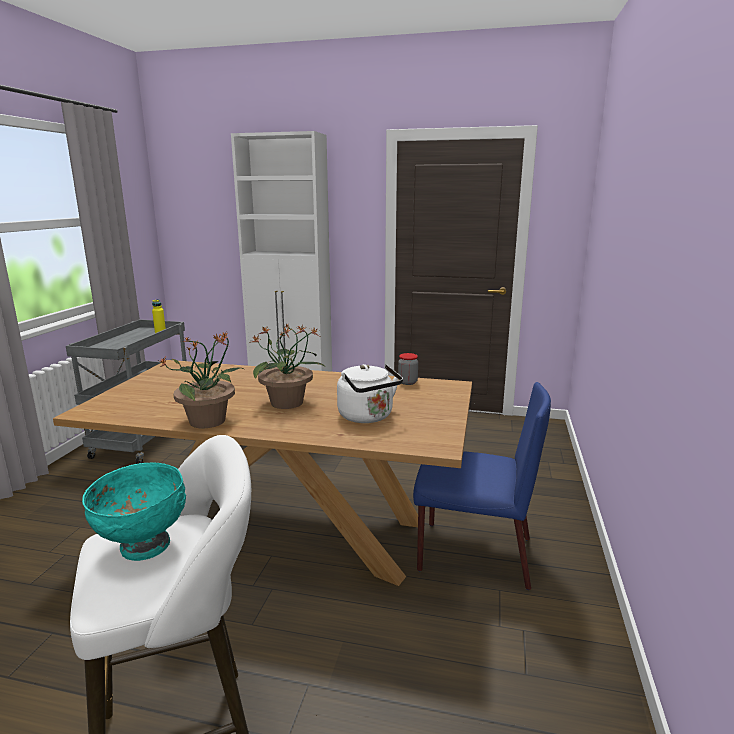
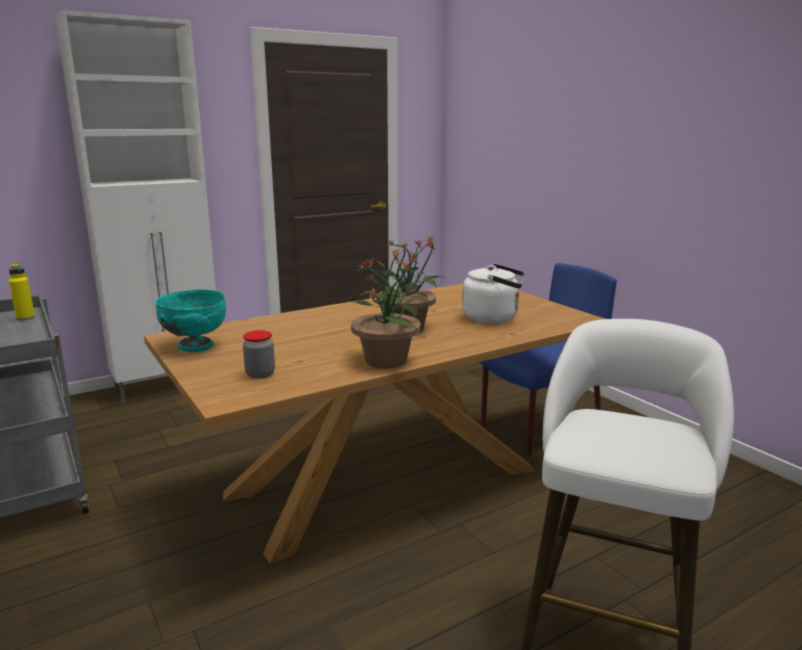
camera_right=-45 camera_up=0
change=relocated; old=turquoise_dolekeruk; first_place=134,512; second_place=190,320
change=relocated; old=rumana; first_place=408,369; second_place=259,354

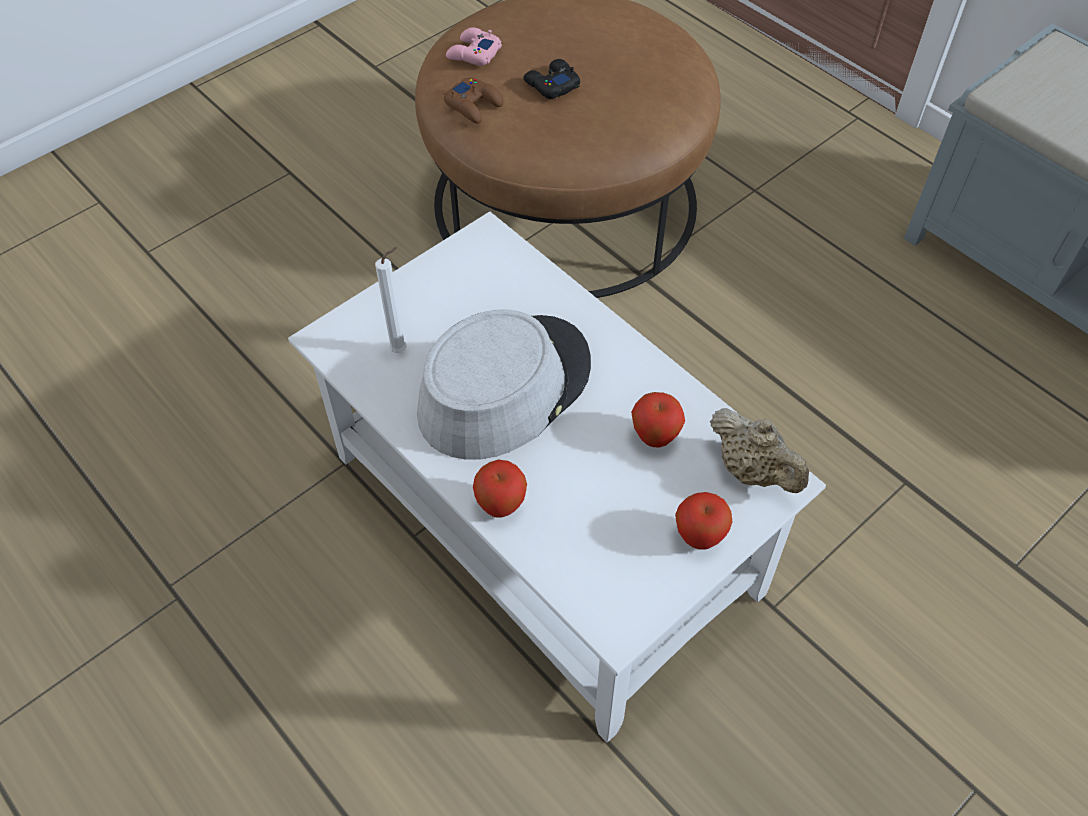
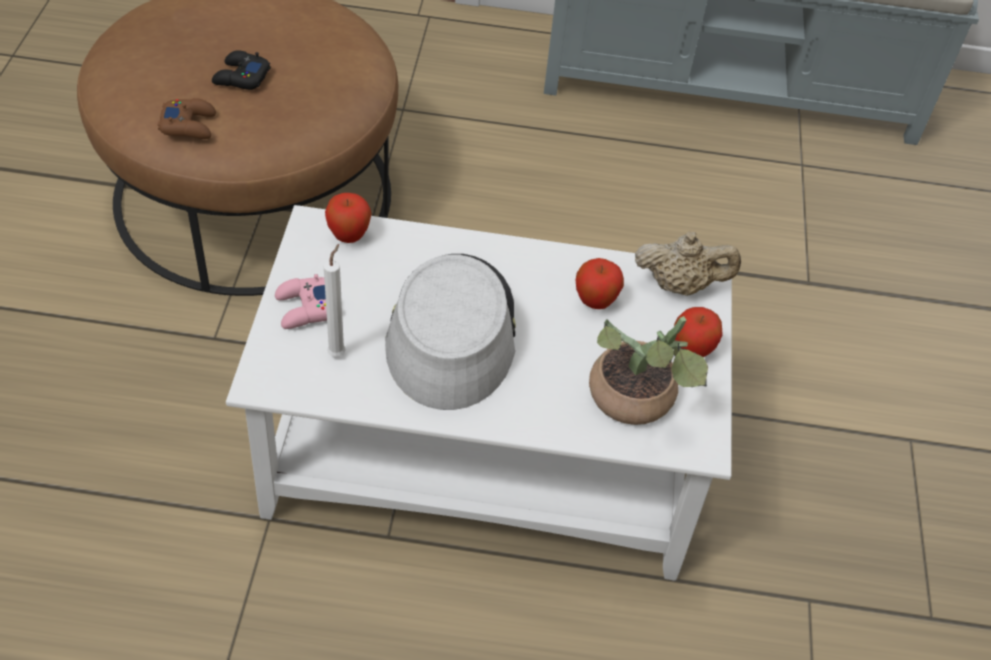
camera_right=-45 camera_up=-5
change=relocated; old=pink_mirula; first_place=474,46; second_place=301,301
change=relocated; old=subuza; first_place=500,488; second_place=348,218
change=appeared; new=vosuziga; second_place=648,370

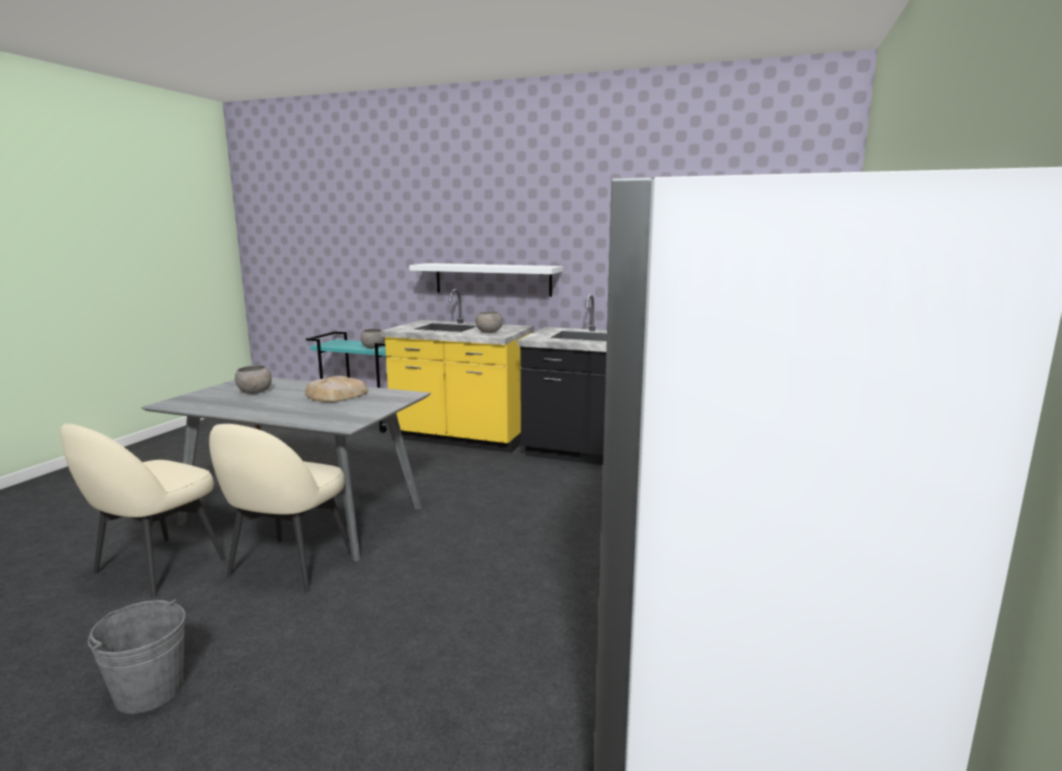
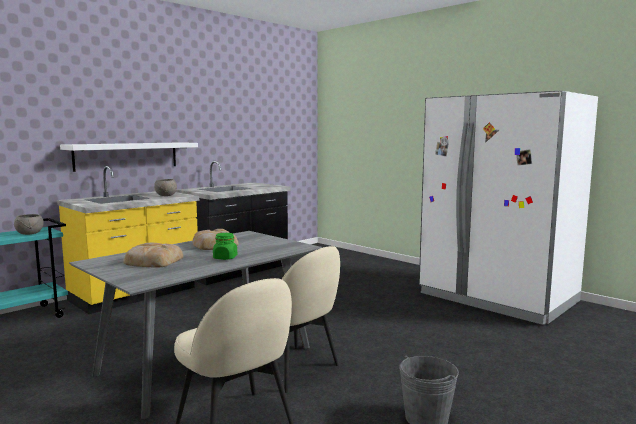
camera_right=-65 camera_up=-5
change=exchanged; old=grey_dolekeruk; new=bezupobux; first_place=253,379; second_place=153,255
change=appeared; new=green_rumana; second_place=225,246

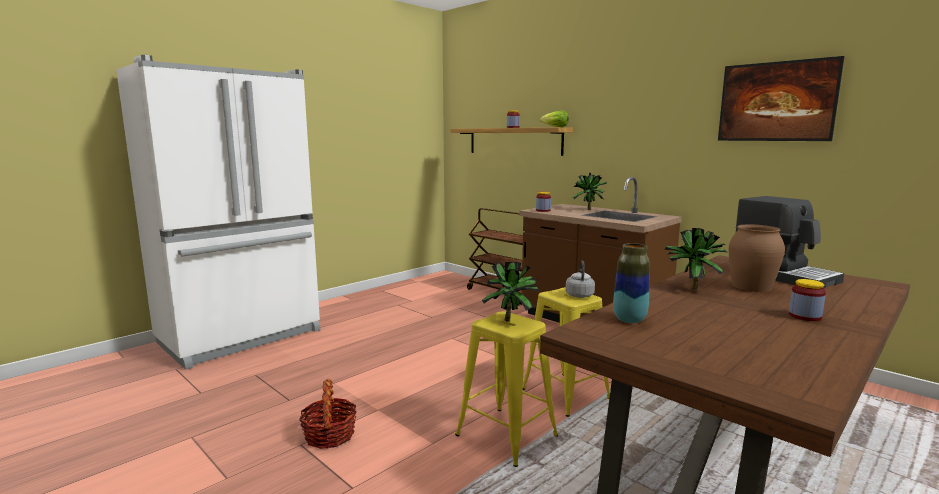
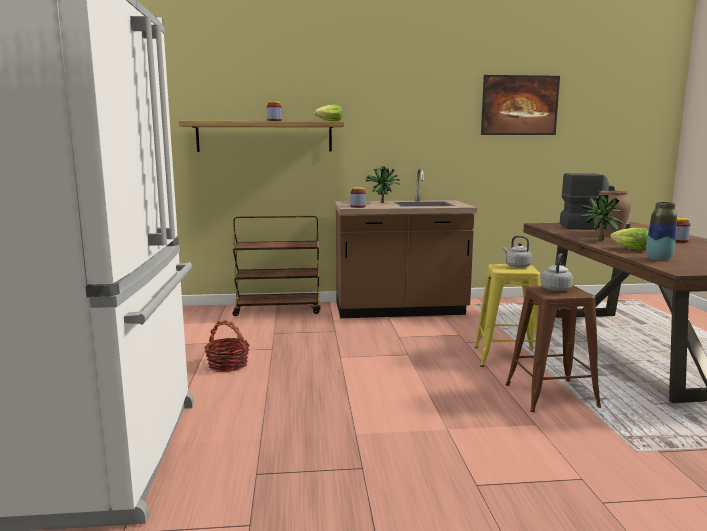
camera_right=-50 camera_up=0
change=relocated; old=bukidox; first_place=328,414; second_place=227,346
change=colour; old=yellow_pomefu; new=brown_pomefu; first_place=506,389; second_place=553,348
change=exchanged; old=vosuziga; new=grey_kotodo; first_place=511,291; second_place=557,272
change=appeared; new=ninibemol; second_place=629,239

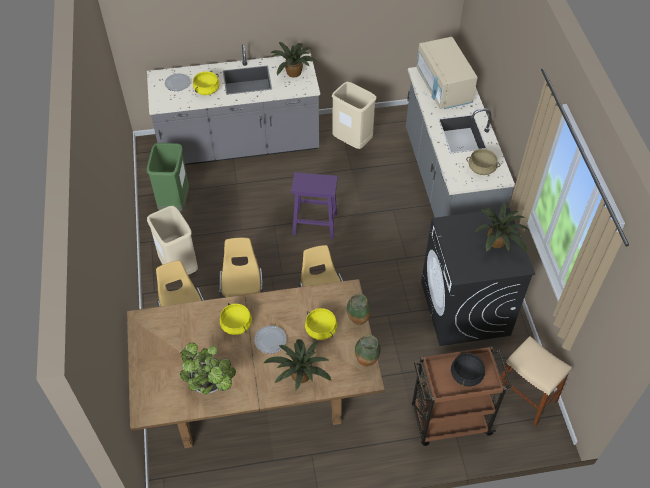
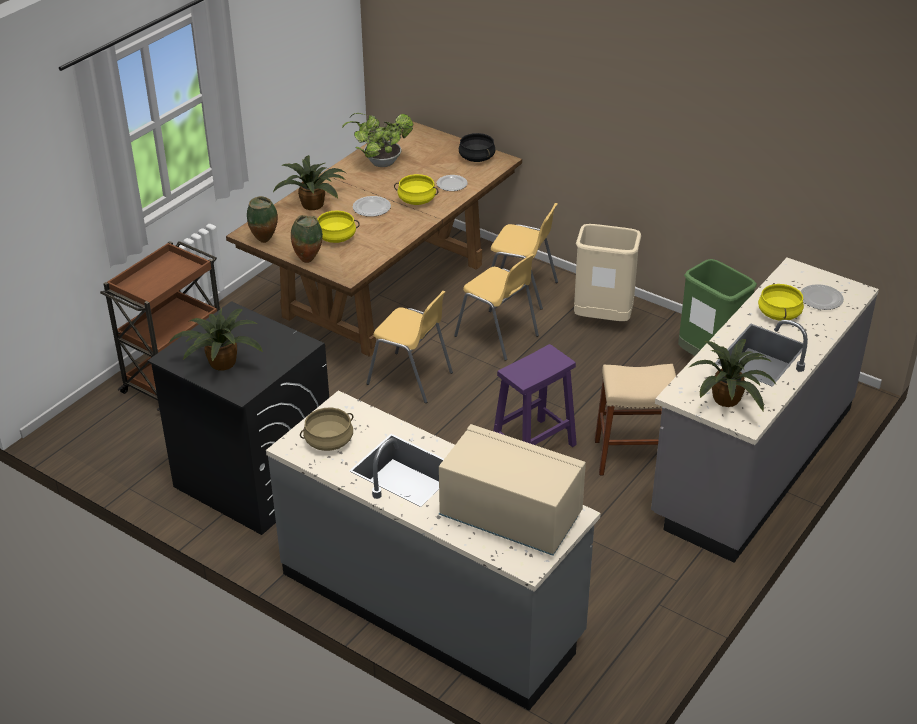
camera_right=135 camera_up=-15
change=missing; old=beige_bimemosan; first_place=354,115
change=relocated; old=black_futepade; first_place=468,369; second_place=477,147
change=relocated; old=beige_pomefu; first_place=536,381; second_place=635,420
change=appeared; new=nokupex; second_place=452,183

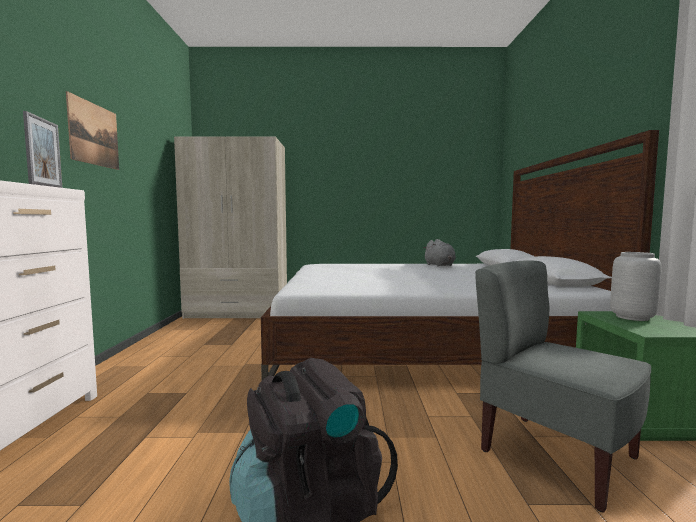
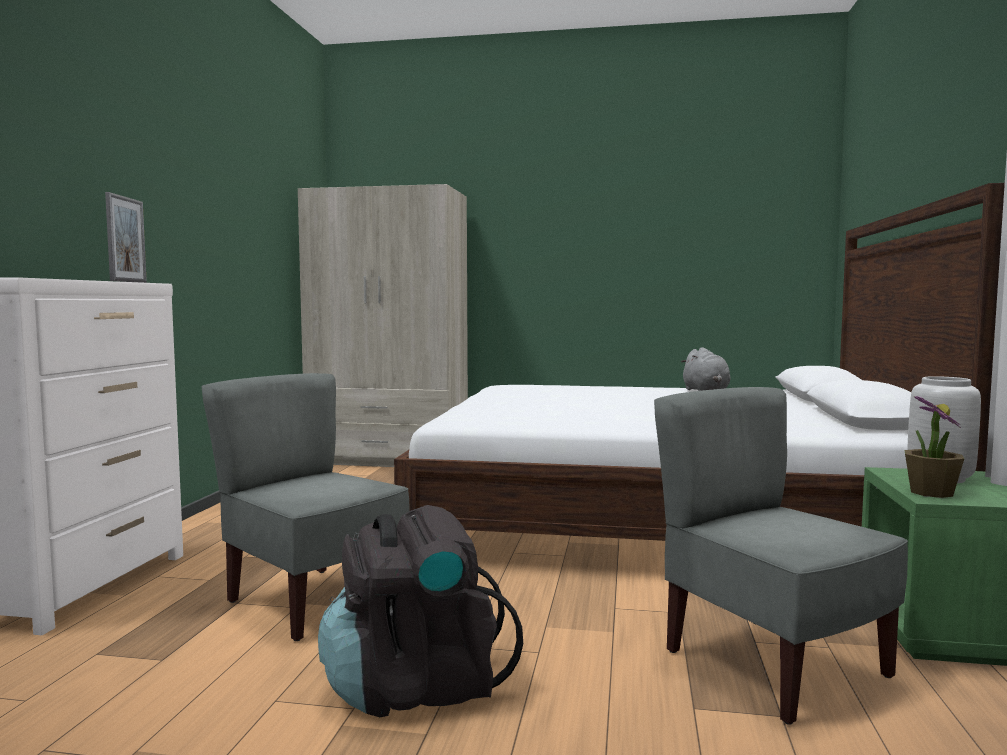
camera_right=10 camera_up=0
change=missing; old=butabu; first_place=92,130
change=appeared; new=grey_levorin; second_place=306,507
change=appeared; new=vosuziga; second_place=934,447

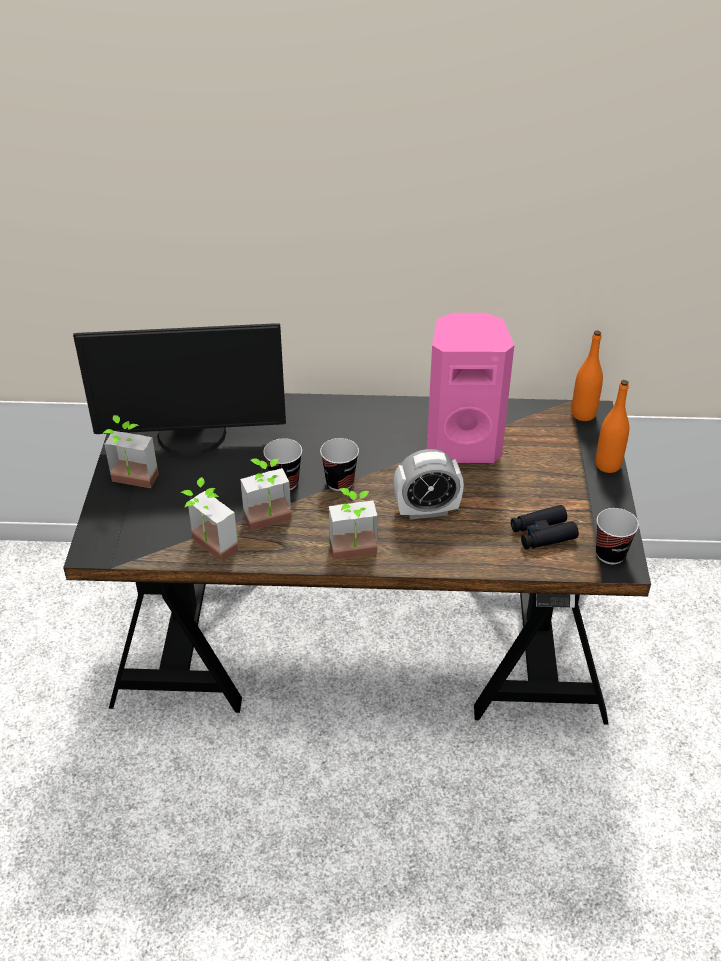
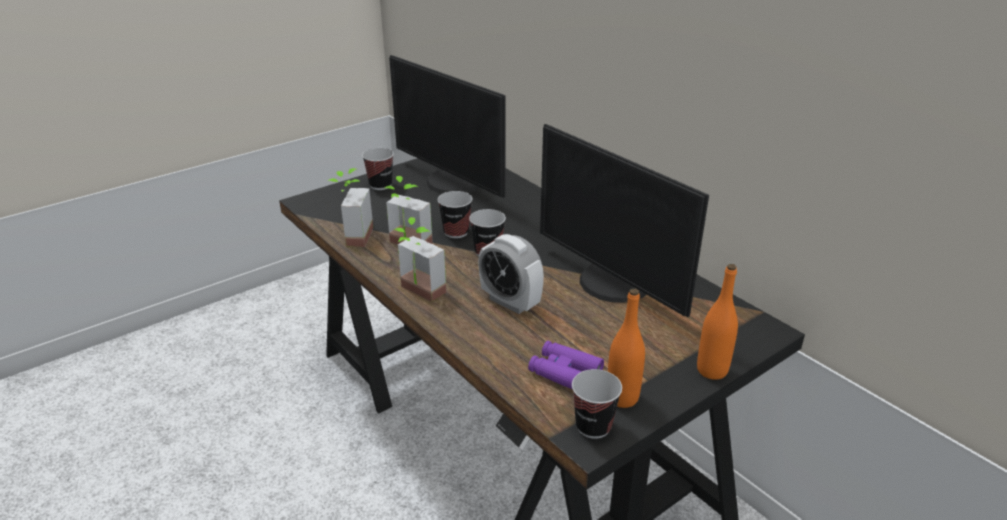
camera_right=50 camera_up=-10
change=exchanged; old=vosuziga; new=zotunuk; first_place=130,451; second_place=378,169
change=exchanged; old=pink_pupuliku; new=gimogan; first_place=470,388; second_place=624,220
change=colour; old=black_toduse; new=purple_toduse; first_place=545,527; second_place=566,365
change=relocated; old=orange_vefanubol; first_place=587,375; second_place=626,348

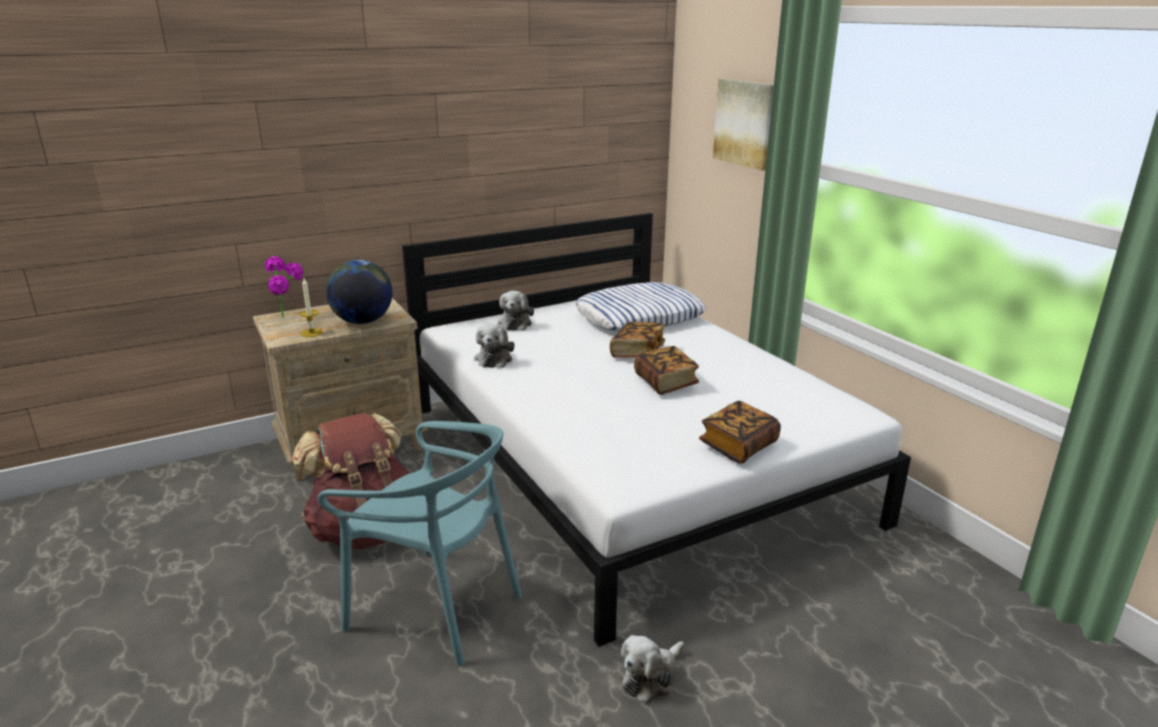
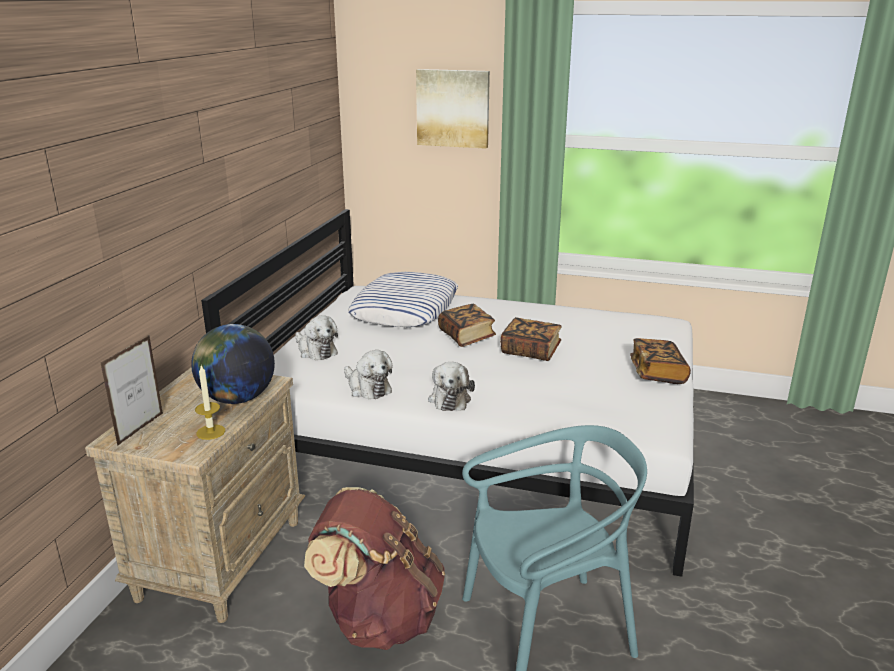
camera_right=-45 camera_up=0
change=exchanged; old=vosuziga; new=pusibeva; first_place=284,286; second_place=132,390
change=relocated; old=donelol; first_place=652,669; second_place=451,386

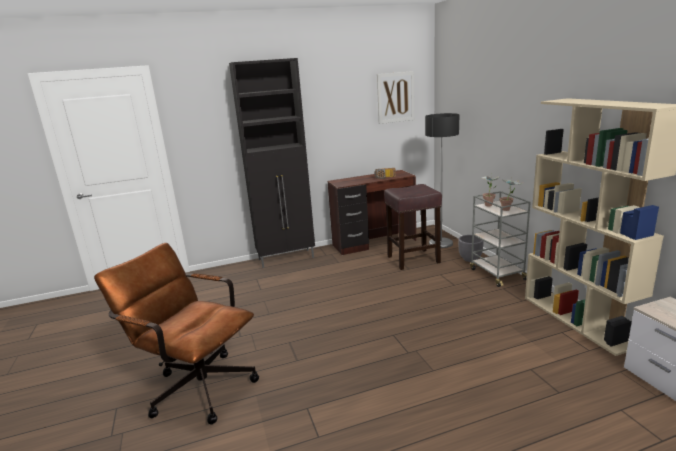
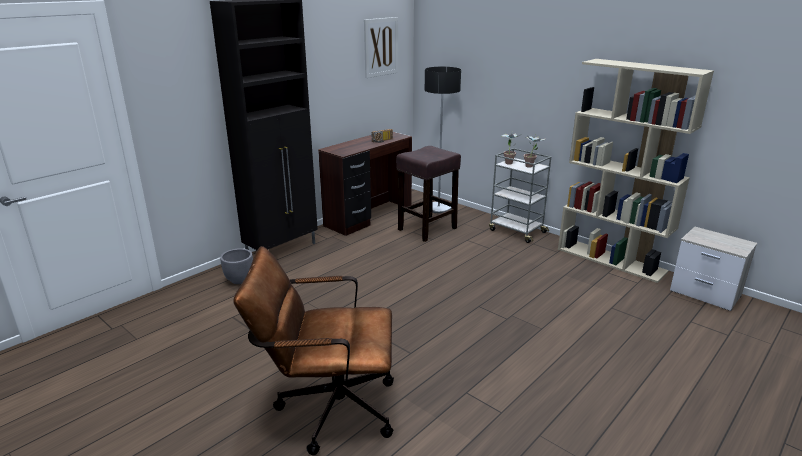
camera_right=-30 camera_up=5
change=relocated; old=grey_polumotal; first_place=471,248; second_place=236,266

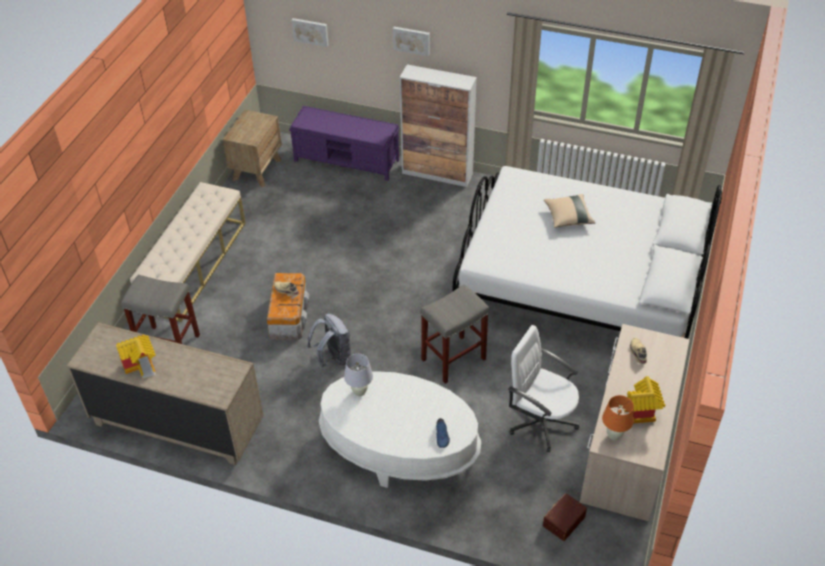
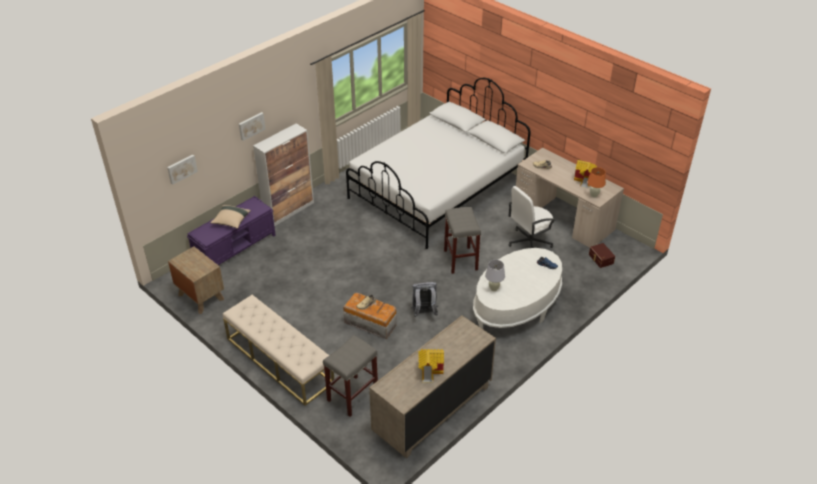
camera_right=-65 camera_up=-5
change=relocated; old=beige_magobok; first_place=569,211; second_place=230,217

